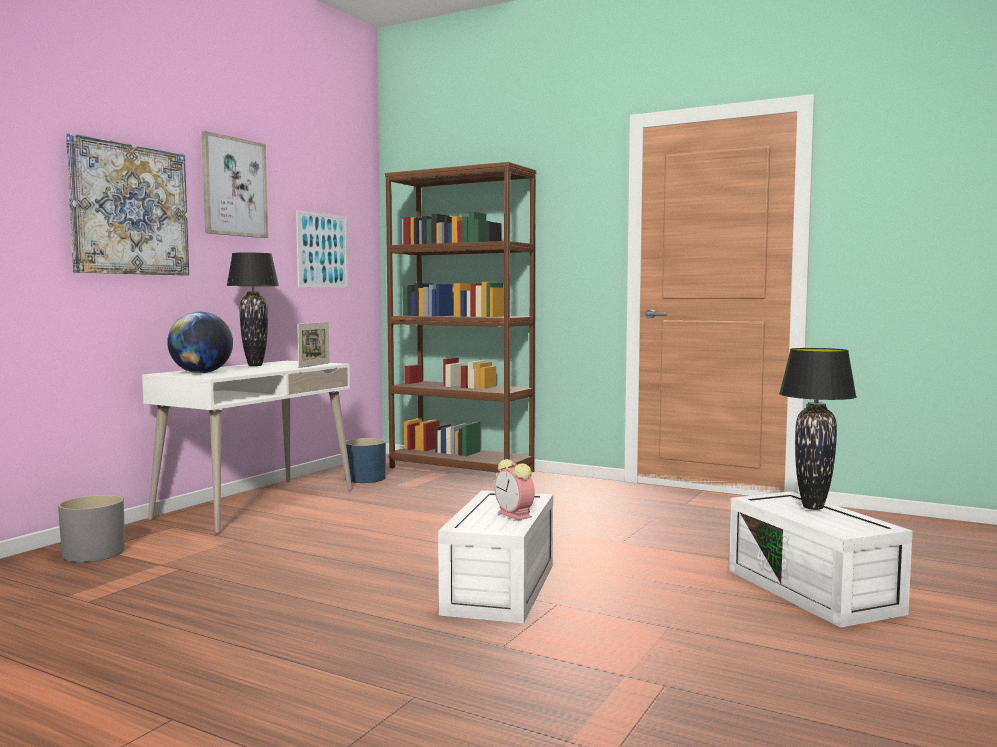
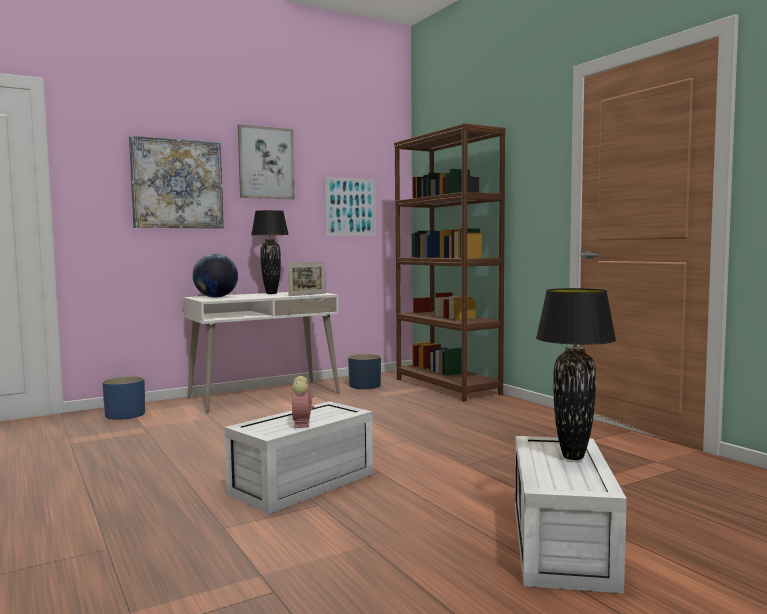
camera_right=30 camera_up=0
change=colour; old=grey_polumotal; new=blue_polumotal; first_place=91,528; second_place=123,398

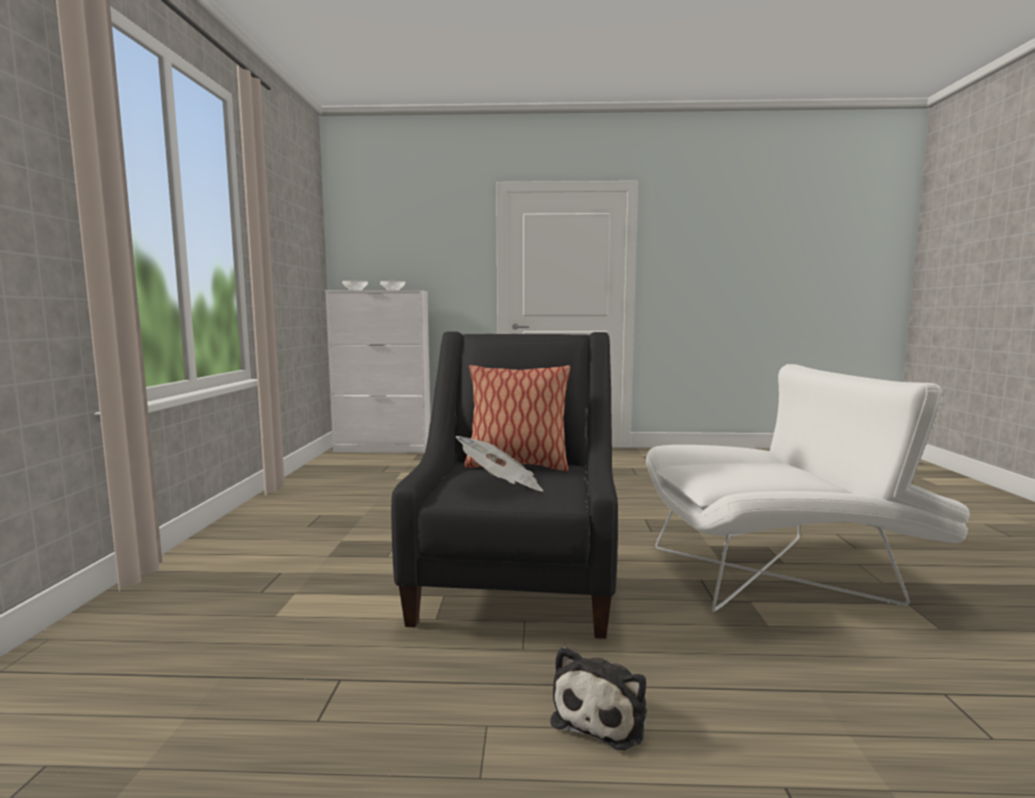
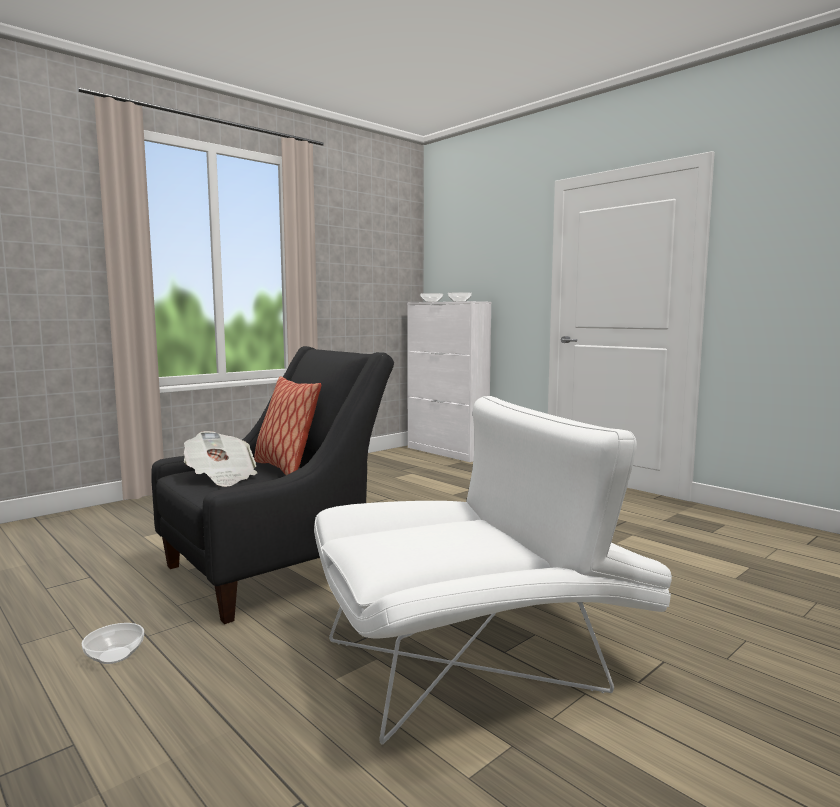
camera_right=45 camera_up=0
change=exchanged; old=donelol; new=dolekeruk; first_place=598,698; second_place=113,643
change=spun; old=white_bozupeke; first_place=808,488; second_place=493,570; degrees=-60

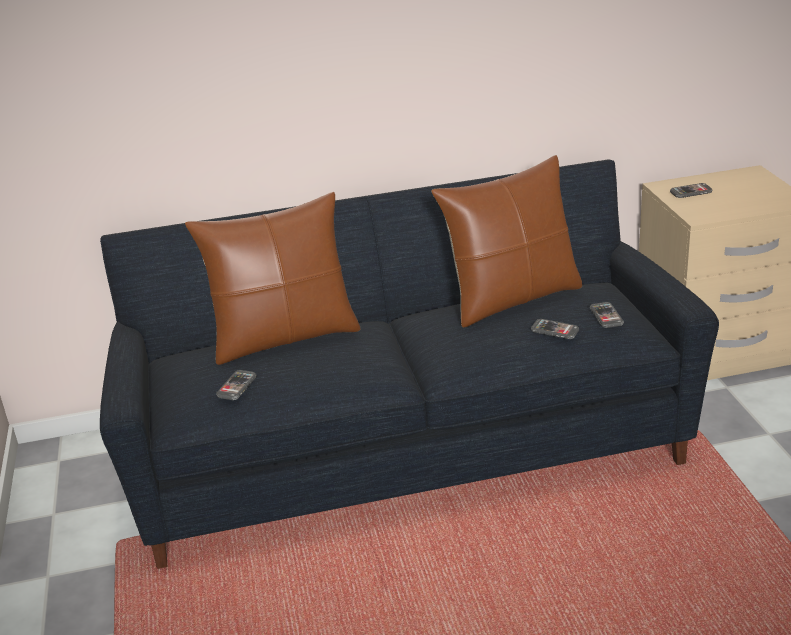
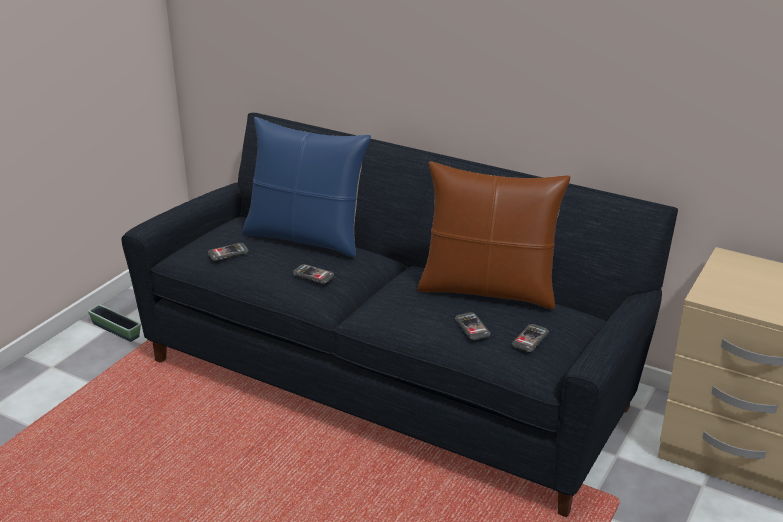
camera_right=40 camera_up=0
change=colour; old=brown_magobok; new=blue_magobok; first_place=273,278; second_place=306,187
change=relocated; old=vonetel; first_place=691,190; second_place=313,274
change=appeared; new=polumotal; second_place=114,323

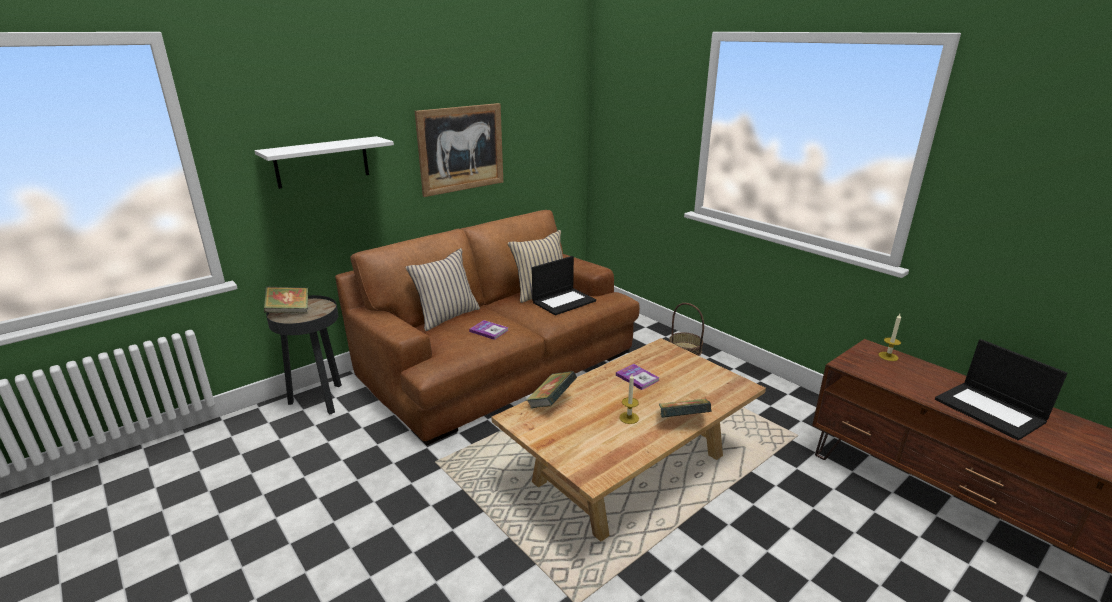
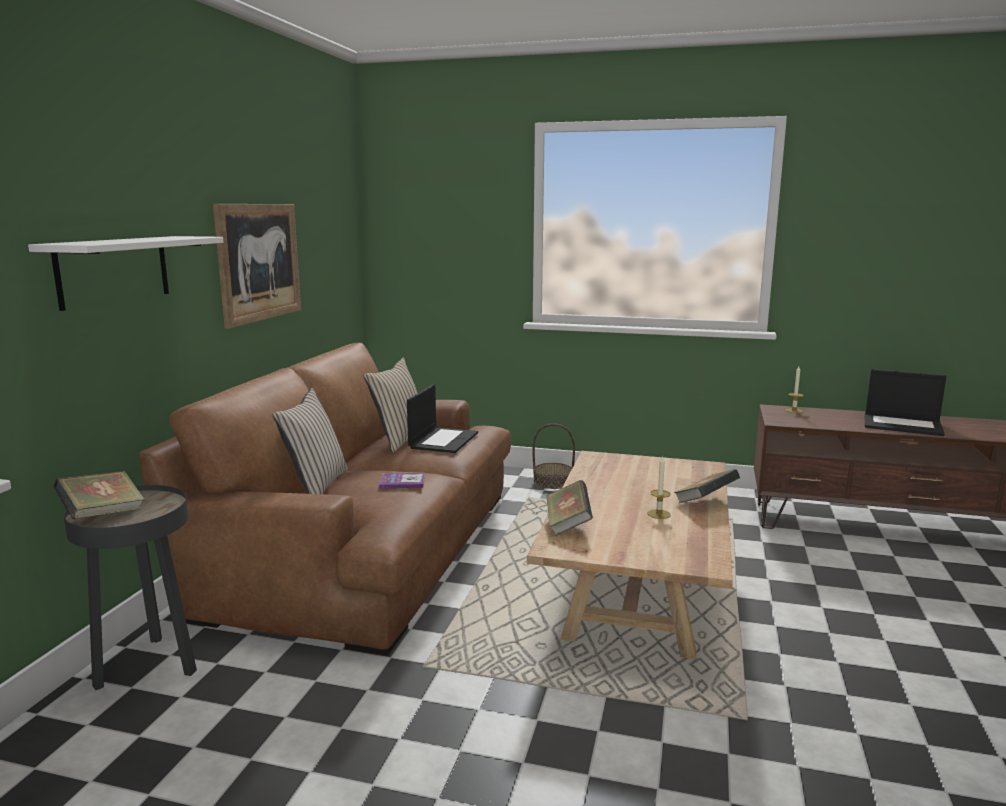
camera_right=-35 camera_up=-10
change=missing; old=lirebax; first_place=638,377

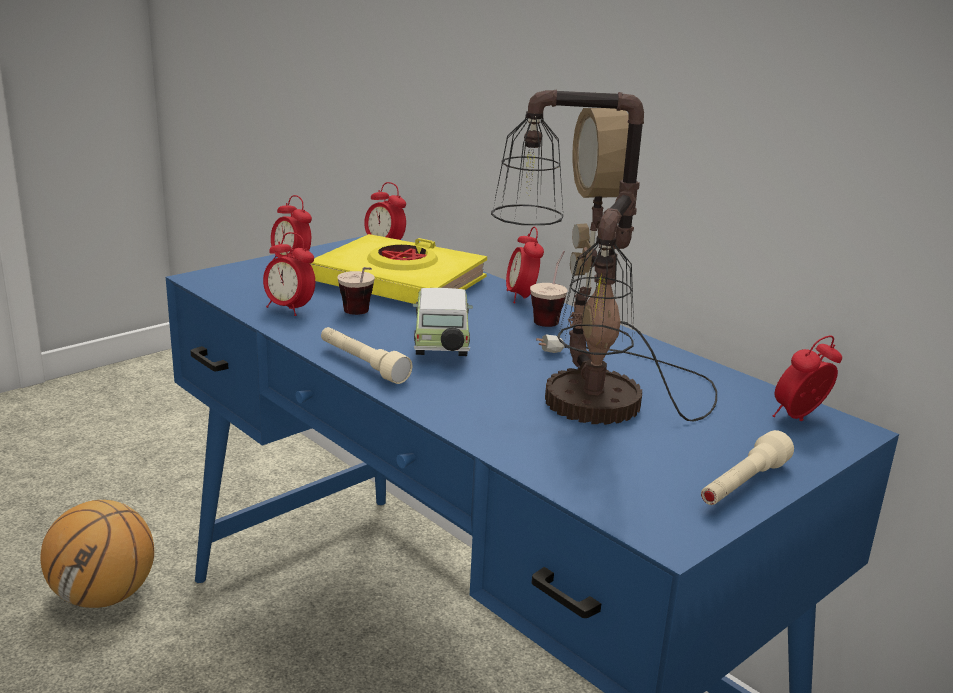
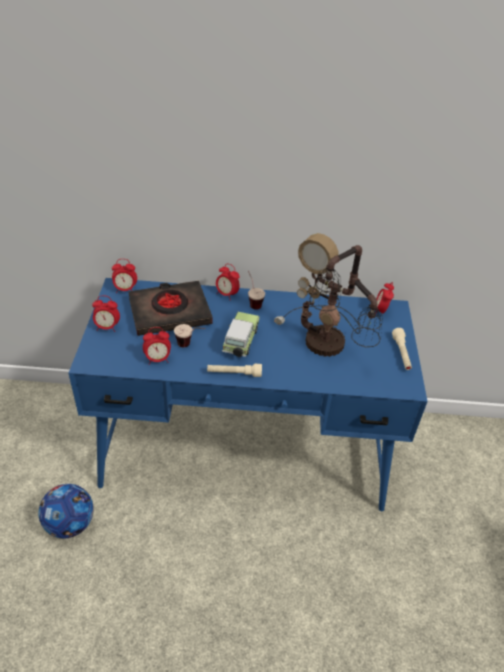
camera_right=-45 camera_up=20
change=exchanged; old=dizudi; new=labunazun; first_place=97,554; second_place=66,511
change=colour; old=yellow_lirebax; new=black_lirebax; first_place=398,269; second_place=170,308
change=spun; old=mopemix; first_place=443,322; second_place=240,334; degrees=60

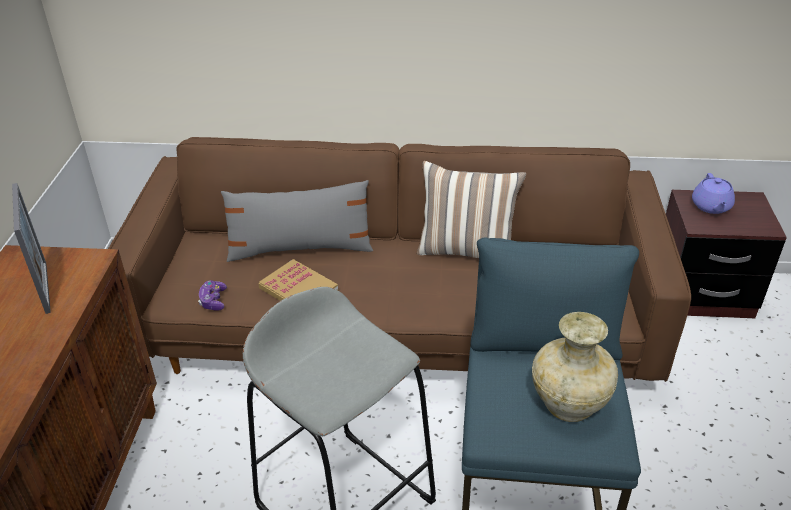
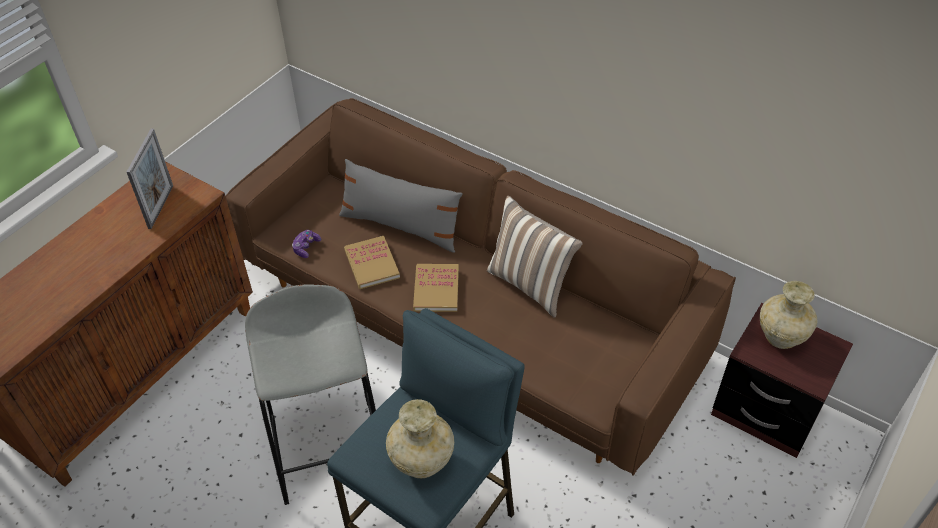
camera_right=30 camera_up=10
change=exchanged; old=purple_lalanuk; new=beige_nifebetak; first_place=713,193; second_place=789,315
change=appeared; new=lirebax; second_place=436,288

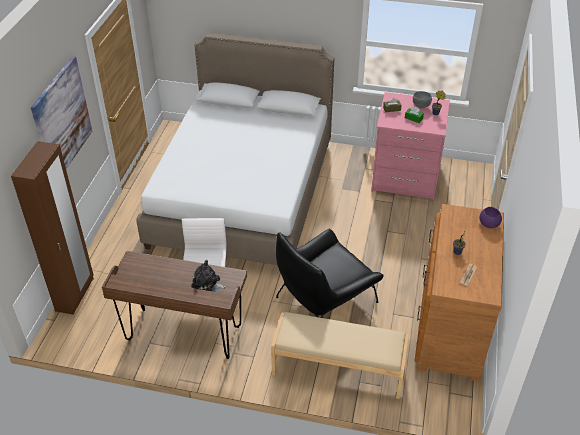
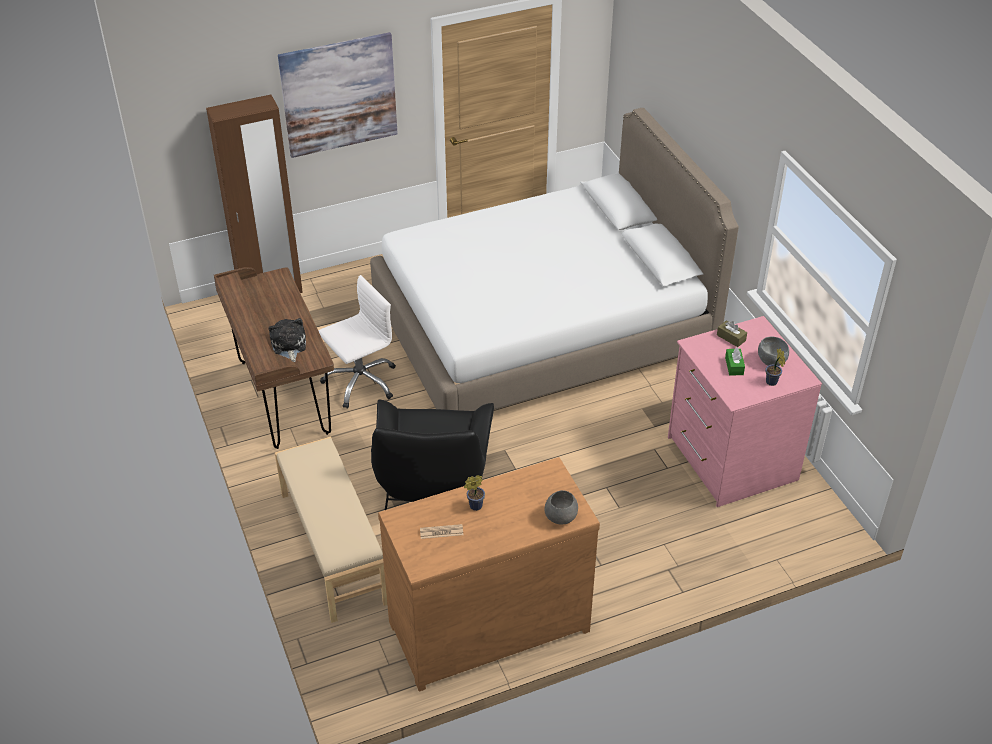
camera_right=55 camera_up=0
change=spun; old=black_bozupeke; first_place=329,273; second_place=432,454; degrees=-105
change=colour; old=purple_dolekeruk; new=grey_dolekeruk; first_place=490,217; second_place=561,507

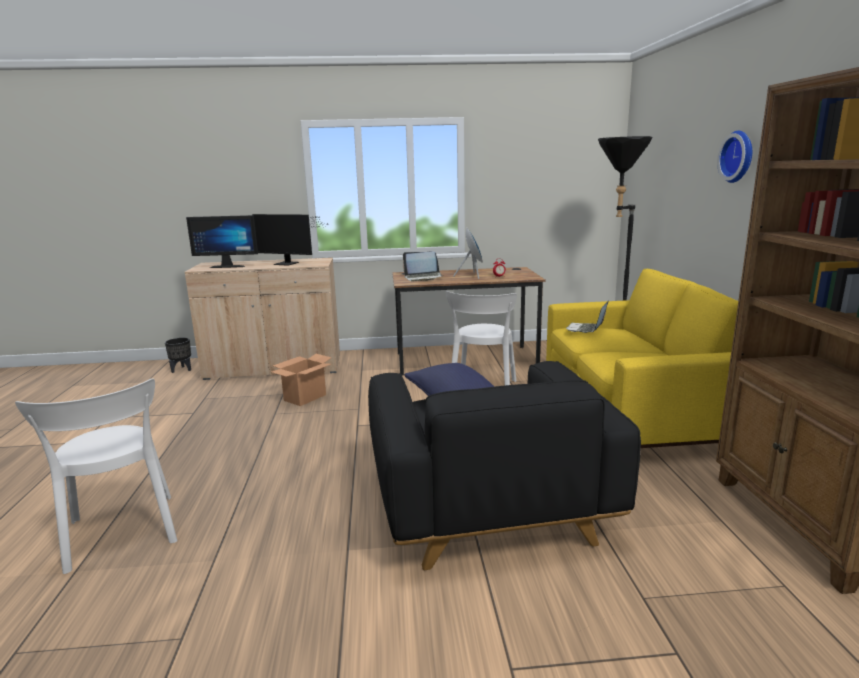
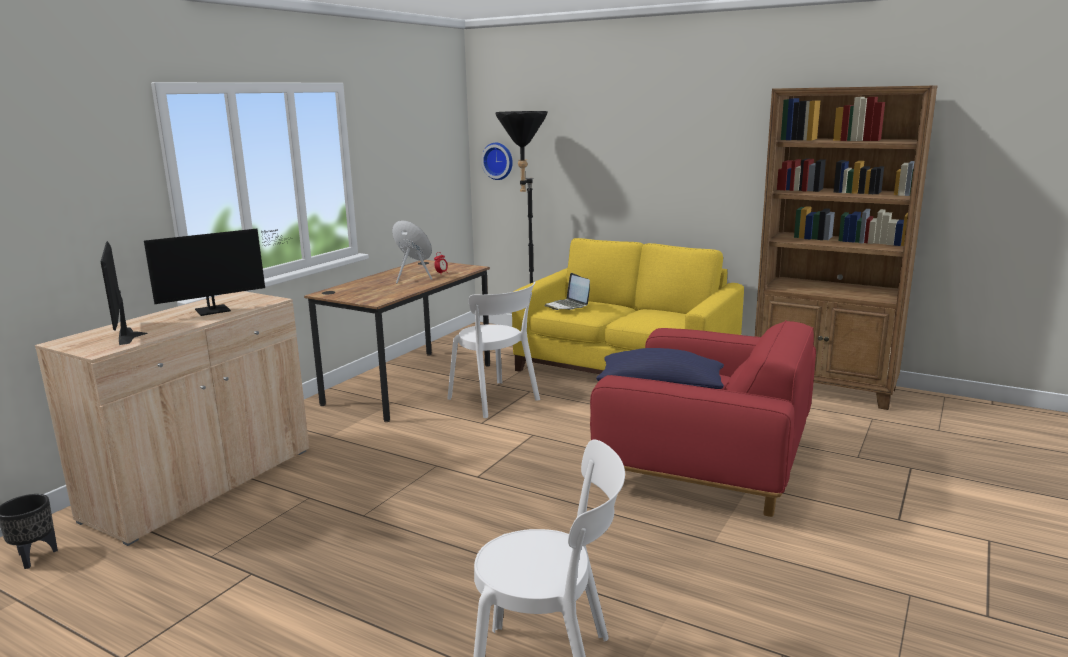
camera_right=-55 camera_up=0
change=spun; old=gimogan; first_place=222,241; second_place=124,293; degrees=120
change=missing; old=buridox; first_place=301,380
change=colour; old=black_bozupeke; new=red_bozupeke; first_place=504,465; second_place=703,418
change=missing; old=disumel; first_place=423,266
change=relocated; old=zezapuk; first_place=734,157; second_place=497,161

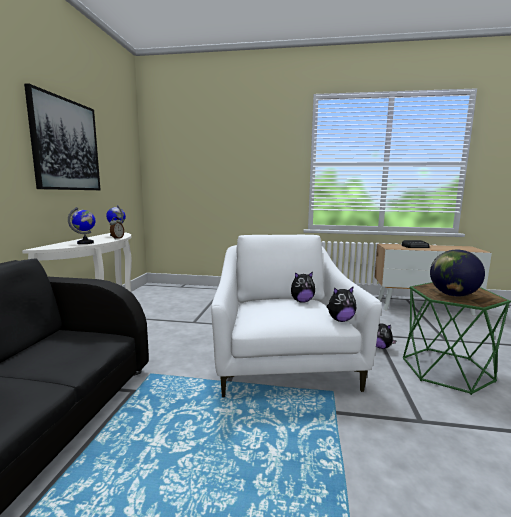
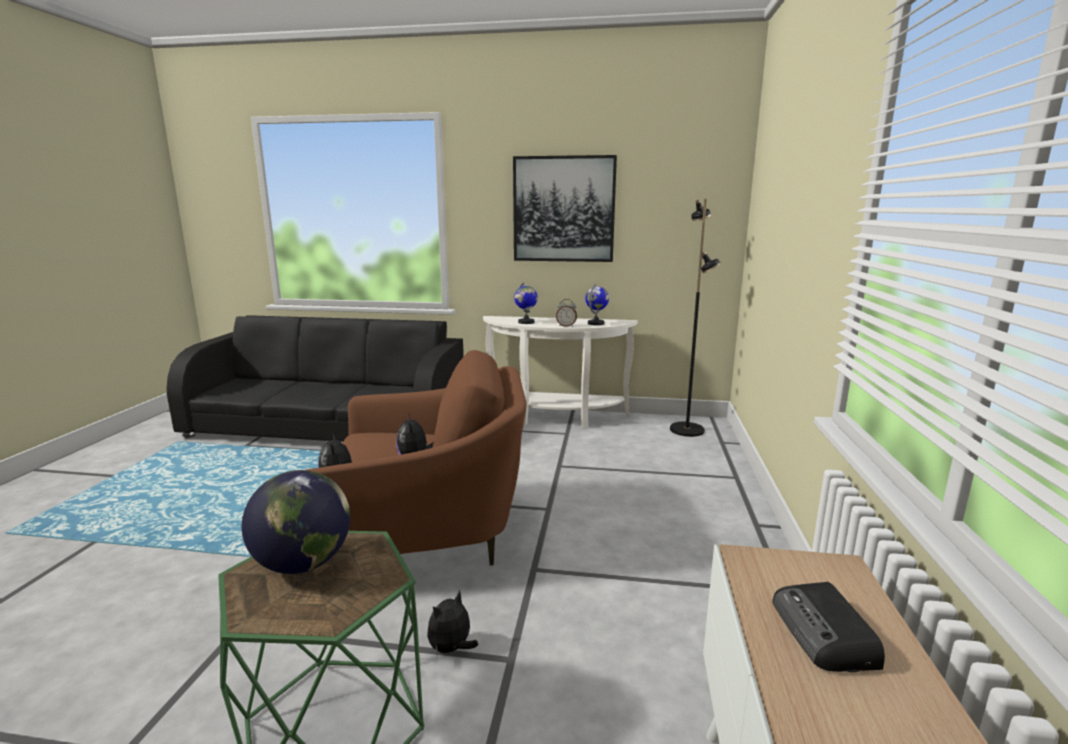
camera_right=90 camera_up=5
change=colour; old=white_bozupeke; new=brown_bozupeke; first_place=296,316; second_place=416,457
change=appeared; new=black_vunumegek; second_place=695,318

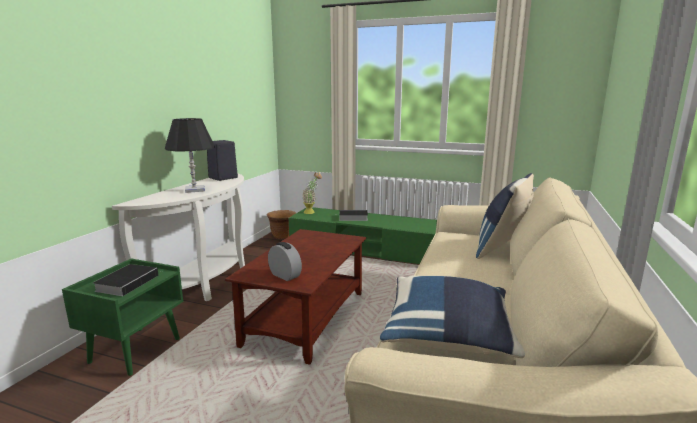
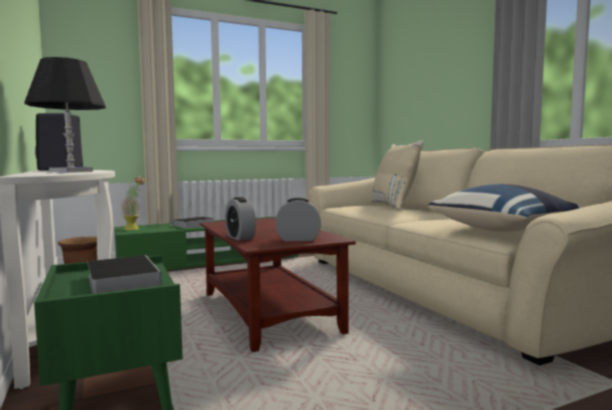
camera_right=-45 camera_up=-10
change=colour; old=blue_magobok; new=beige_magobok; first_place=505,216; second_place=397,175
change=appeared; new=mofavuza; second_place=240,219

